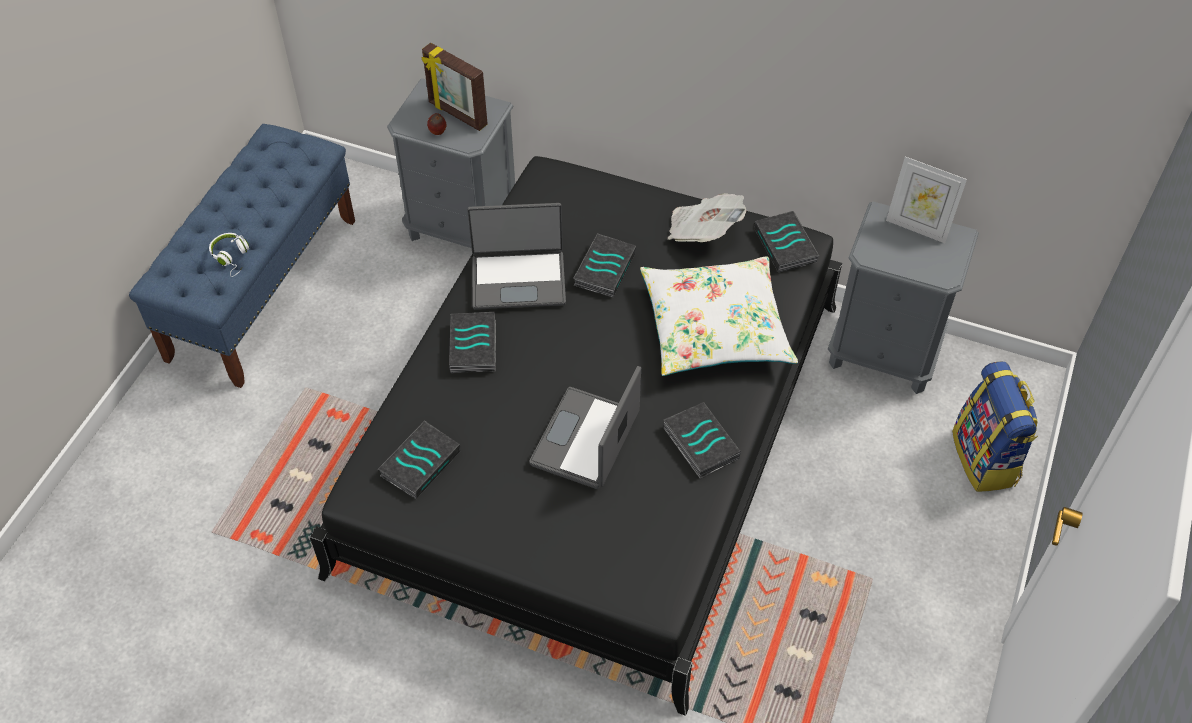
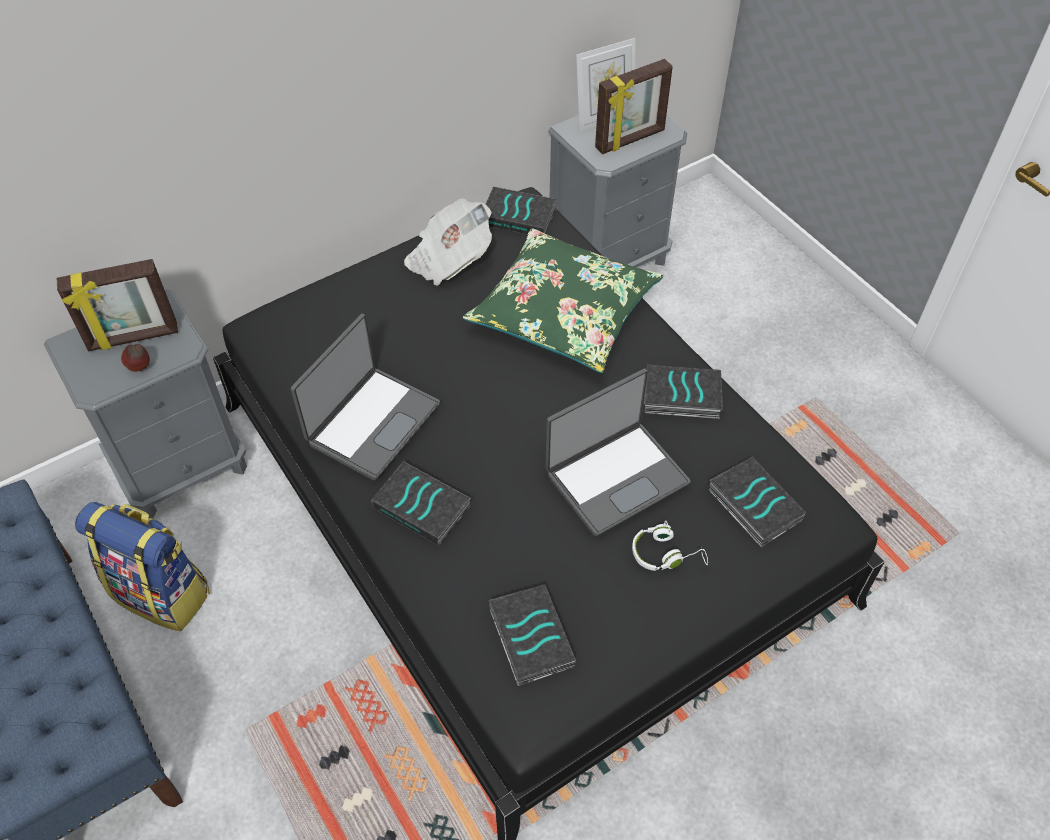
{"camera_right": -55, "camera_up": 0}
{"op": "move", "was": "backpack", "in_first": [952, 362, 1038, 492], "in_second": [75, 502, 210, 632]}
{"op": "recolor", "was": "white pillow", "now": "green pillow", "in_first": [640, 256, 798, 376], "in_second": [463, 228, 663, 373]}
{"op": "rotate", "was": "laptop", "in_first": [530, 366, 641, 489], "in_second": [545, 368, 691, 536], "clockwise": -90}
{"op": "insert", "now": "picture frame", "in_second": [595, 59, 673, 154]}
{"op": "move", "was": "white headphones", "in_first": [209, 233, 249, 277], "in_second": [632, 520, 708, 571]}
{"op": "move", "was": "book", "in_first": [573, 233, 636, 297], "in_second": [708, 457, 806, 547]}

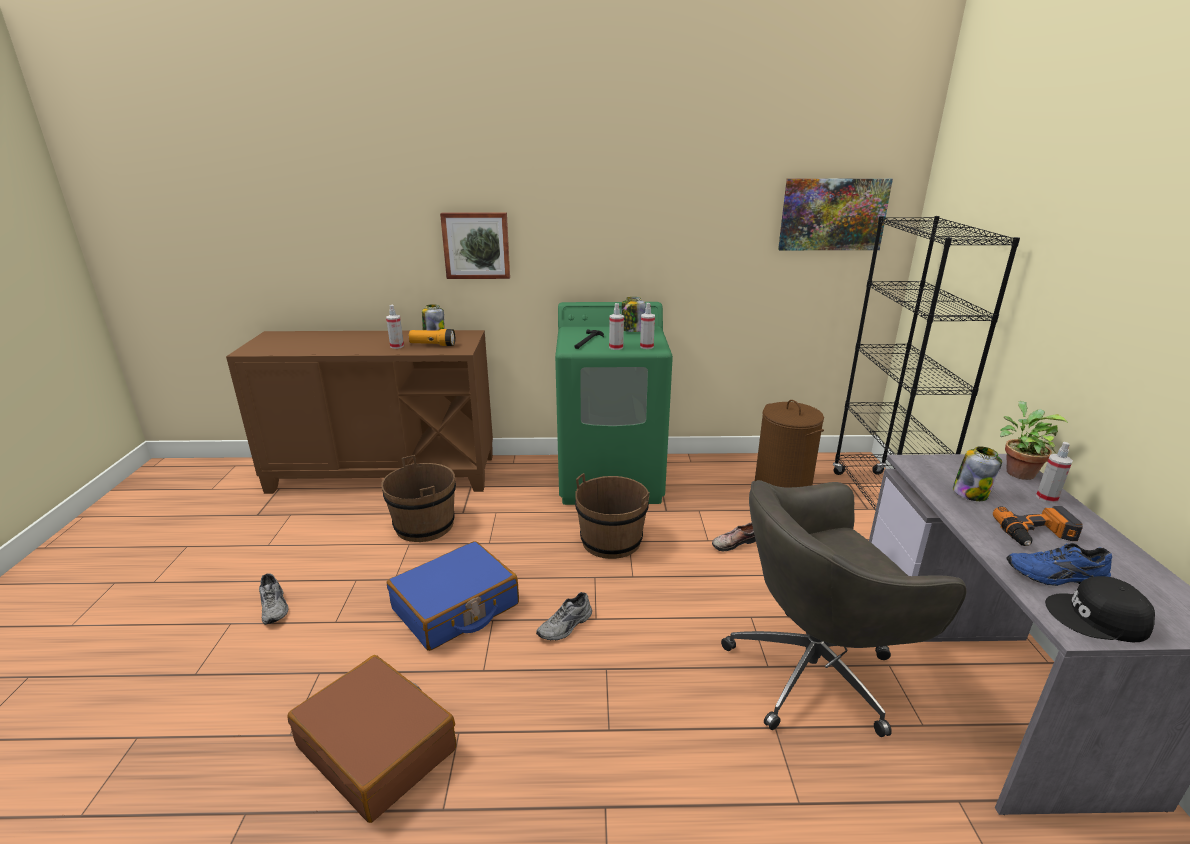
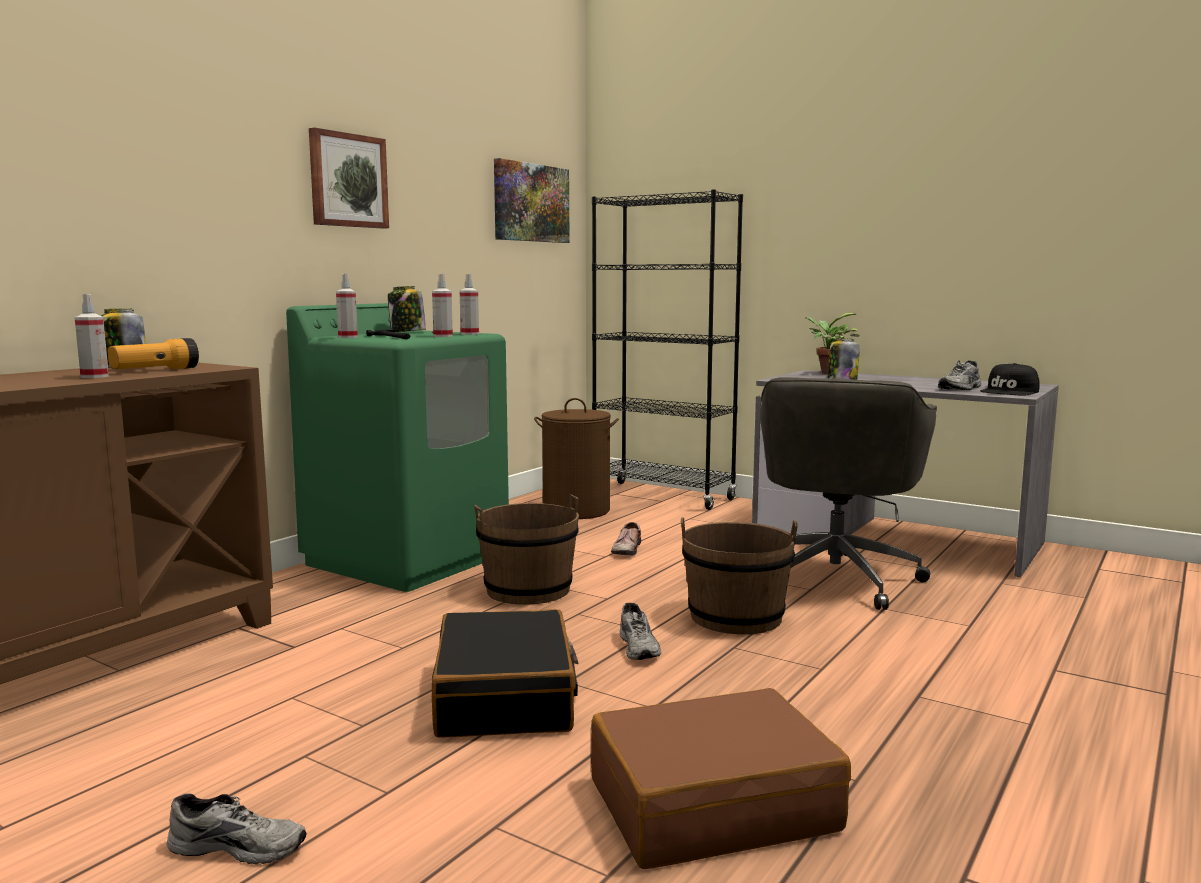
{"camera_right": -55, "camera_up": -15}
{"op": "move", "was": "picture", "in_first": [440, 212, 510, 279], "in_second": [309, 127, 389, 229]}
{"op": "move", "was": "spray bottle", "in_first": [1036, 442, 1073, 503], "in_second": [336, 274, 358, 338]}
{"op": "recolor", "was": "blue suitcase", "now": "black suitcase", "in_first": [387, 541, 519, 651], "in_second": [432, 609, 579, 738]}
{"op": "move", "was": "brown bucket", "in_first": [381, 455, 456, 542], "in_second": [681, 517, 798, 634]}
{"op": "recolor", "was": "blue shoe", "now": "grey shoe", "in_first": [1006, 543, 1112, 586], "in_second": [938, 360, 981, 390]}
{"op": "delete", "was": "power drill", "in_first": [993, 506, 1083, 546]}

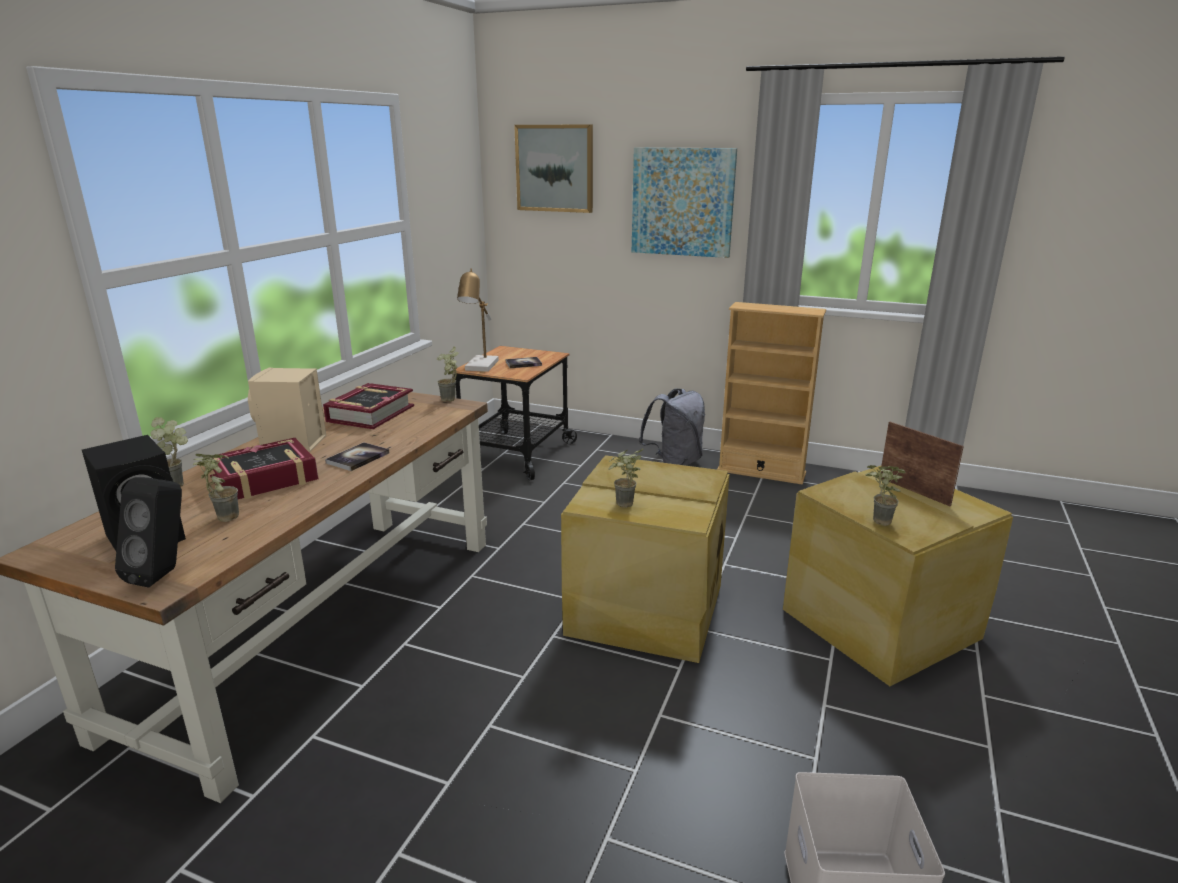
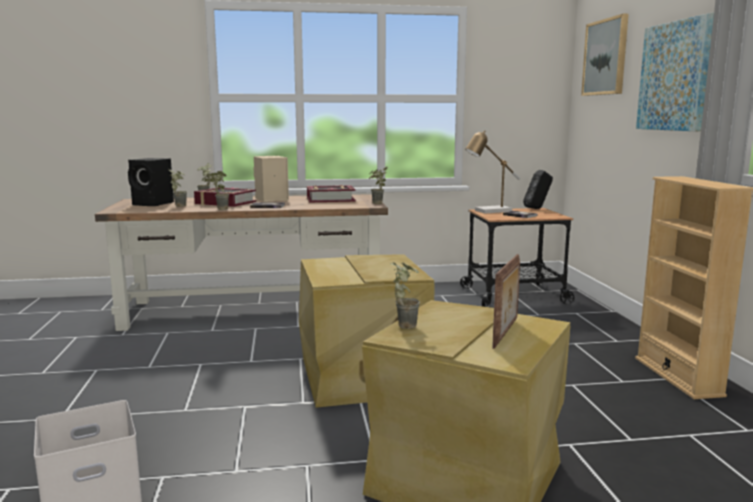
{"camera_right": 60, "camera_up": -10}
{"op": "move", "was": "potted plant", "in_first": [608, 448, 644, 508], "in_second": [209, 171, 229, 210]}
{"op": "move", "was": "black speaker", "in_first": [115, 477, 182, 588], "in_second": [523, 170, 553, 209]}
{"op": "delete", "was": "grey backpack", "in_first": [638, 388, 705, 466]}

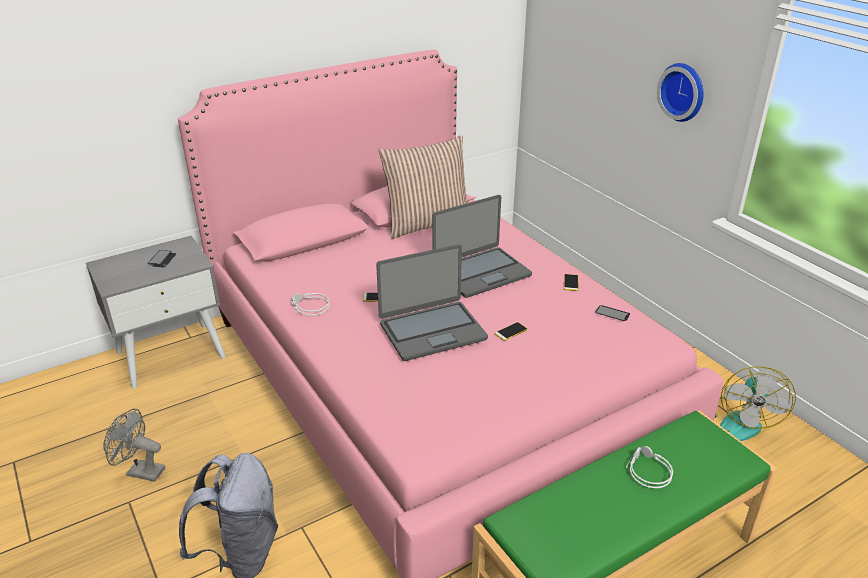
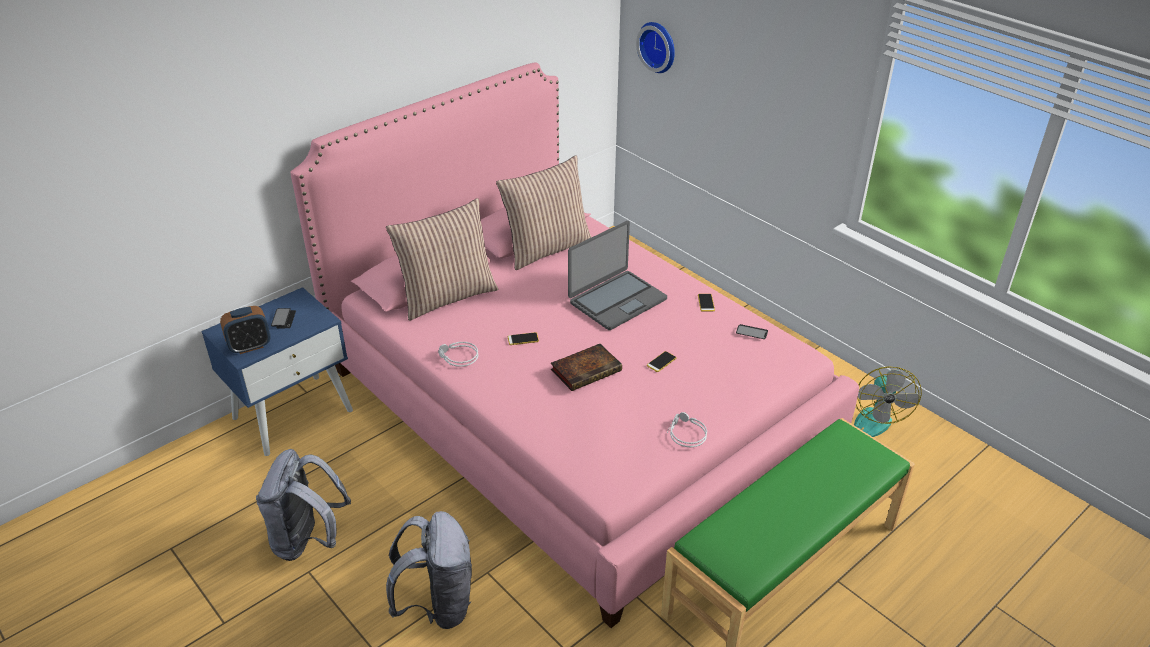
{"camera_right": -10, "camera_up": 5}
{"op": "recolor", "was": "grey nightstand", "now": "blue nightstand", "in_first": [86, 236, 226, 389], "in_second": [201, 287, 353, 456]}
{"op": "insert", "now": "alarm clock", "in_second": [220, 306, 271, 354]}
{"op": "replace", "was": "grey fan", "now": "grey backpack", "in_first": [103, 409, 165, 482], "in_second": [256, 449, 351, 561]}
{"op": "insert", "now": "pillow", "in_second": [386, 198, 498, 321]}
{"op": "replace", "was": "laptop", "now": "book", "in_first": [376, 244, 488, 361], "in_second": [551, 344, 622, 391]}
{"op": "move", "was": "wall clock", "in_first": [657, 63, 704, 122], "in_second": [636, 22, 675, 73]}
{"op": "move", "was": "grey headphones", "in_first": [626, 446, 673, 488], "in_second": [667, 412, 707, 448]}

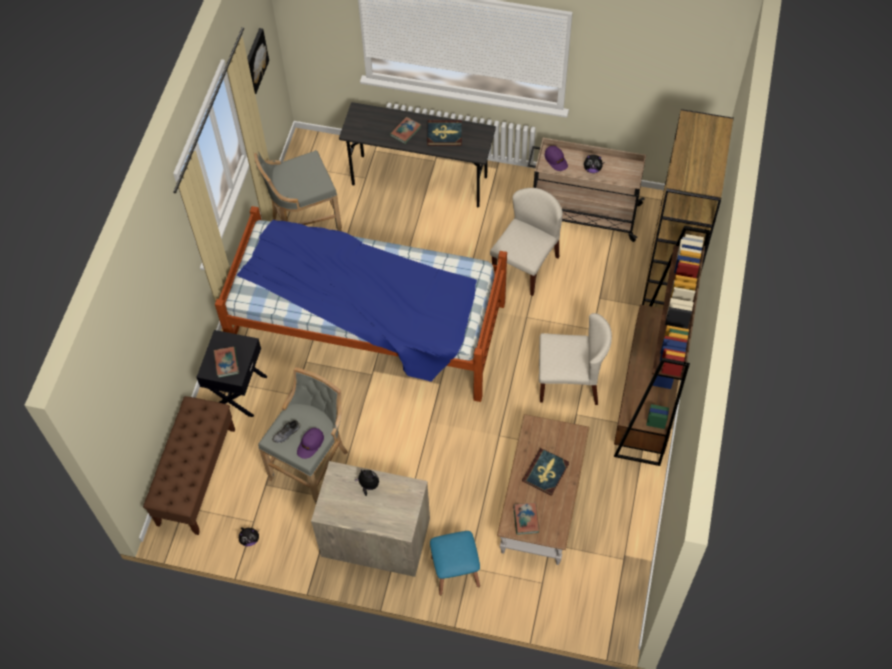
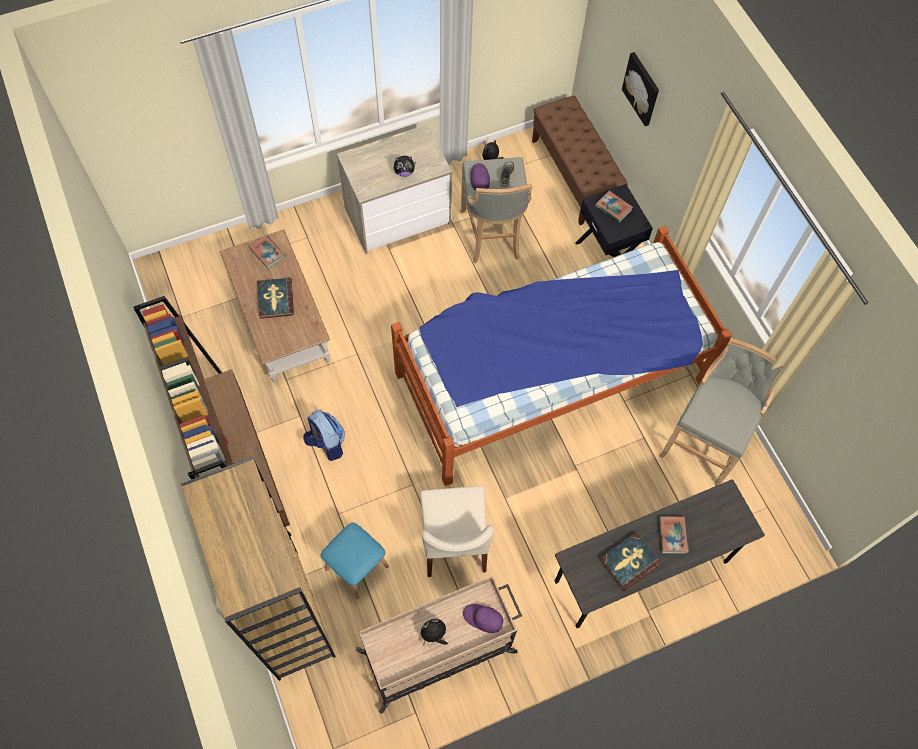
{"camera_right": 140, "camera_up": 5}
{"op": "replace", "was": "beige chair", "now": "backpack", "in_first": [539, 313, 612, 405], "in_second": [303, 410, 345, 461]}
{"op": "move", "was": "blue stool", "in_first": [430, 531, 480, 595], "in_second": [321, 522, 389, 599]}
{"op": "move", "was": "picture", "in_first": [247, 28, 269, 94], "in_second": [622, 52, 659, 126]}

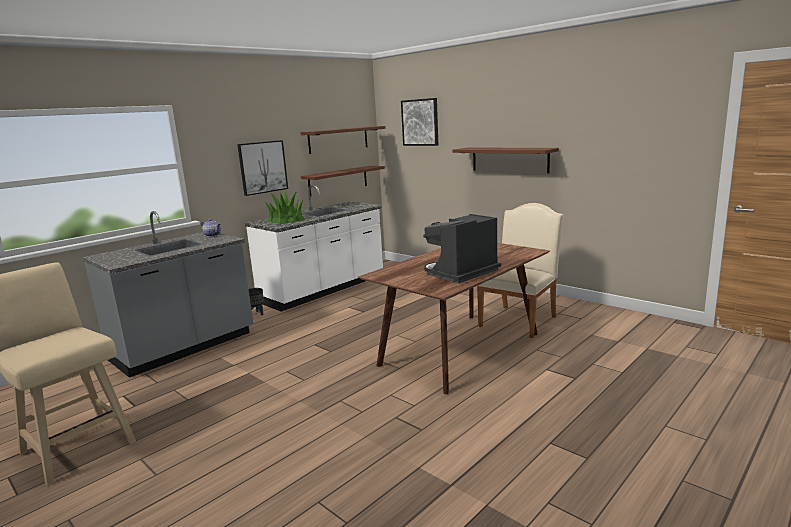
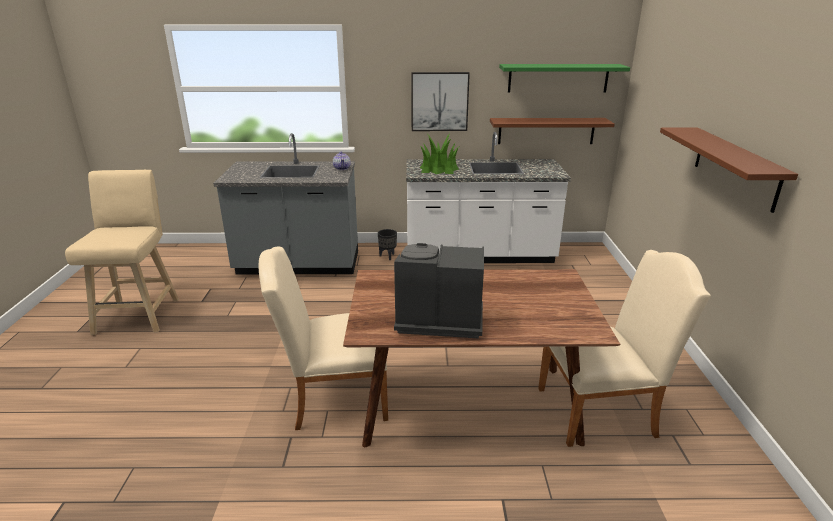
{"camera_right": 45, "camera_up": 10}
{"op": "insert", "now": "beige chair", "in_second": [259, 246, 388, 430]}
{"op": "recolor", "was": "brown shelf", "now": "green shelf", "in_first": [301, 126, 386, 154], "in_second": [499, 64, 630, 93]}
{"op": "delete", "was": "picture", "in_first": [401, 98, 438, 146]}

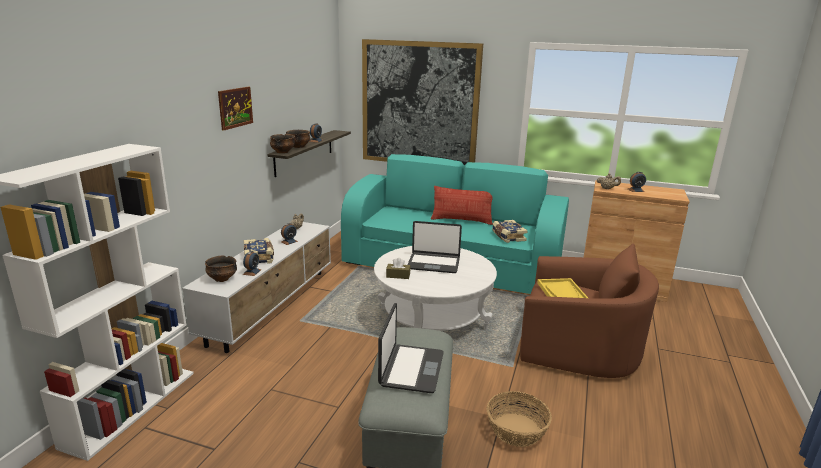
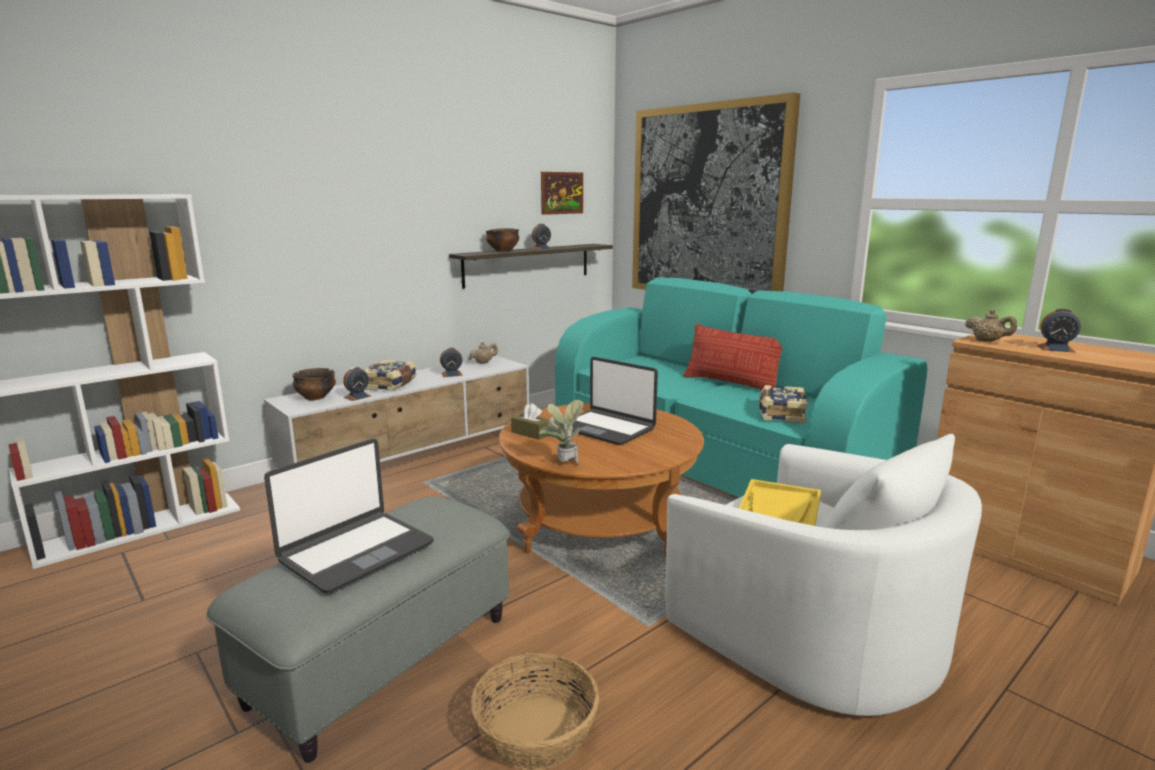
{"camera_right": 30, "camera_up": -5}
{"op": "recolor", "was": "white coffee table", "now": "brown coffee table", "in_first": [374, 246, 497, 331], "in_second": [499, 403, 704, 557]}
{"op": "insert", "now": "potted plant", "in_second": [540, 400, 584, 465]}
{"op": "move", "was": "picture", "in_first": [218, 87, 253, 131], "in_second": [541, 172, 583, 215]}
{"op": "recolor", "was": "brown armchair", "now": "white armchair", "in_first": [520, 243, 659, 378], "in_second": [666, 434, 982, 716]}
{"op": "delete", "was": "bowl", "in_first": [270, 134, 295, 153]}

